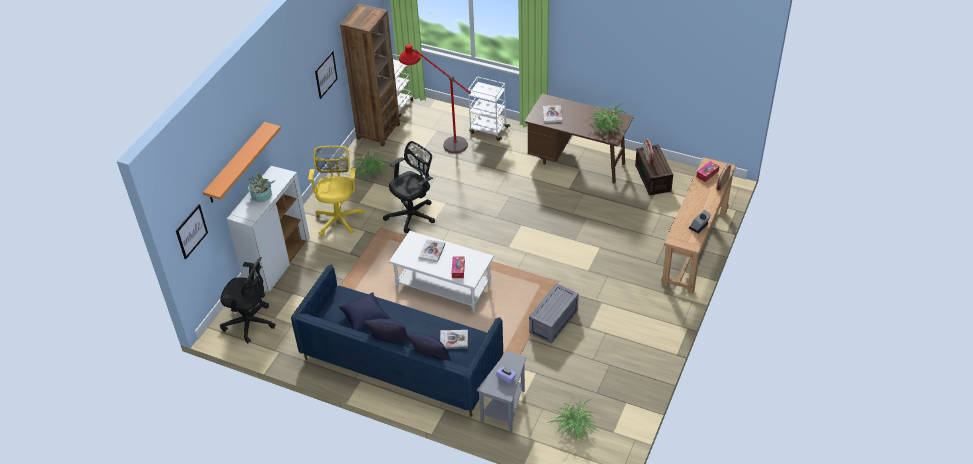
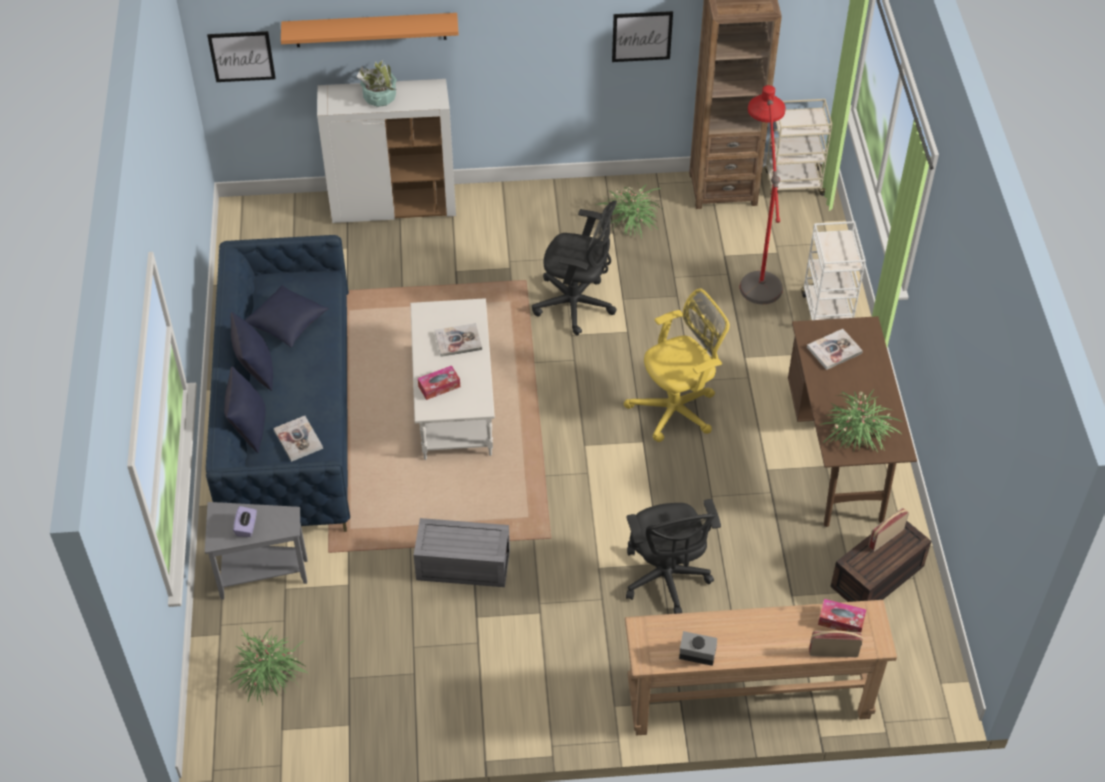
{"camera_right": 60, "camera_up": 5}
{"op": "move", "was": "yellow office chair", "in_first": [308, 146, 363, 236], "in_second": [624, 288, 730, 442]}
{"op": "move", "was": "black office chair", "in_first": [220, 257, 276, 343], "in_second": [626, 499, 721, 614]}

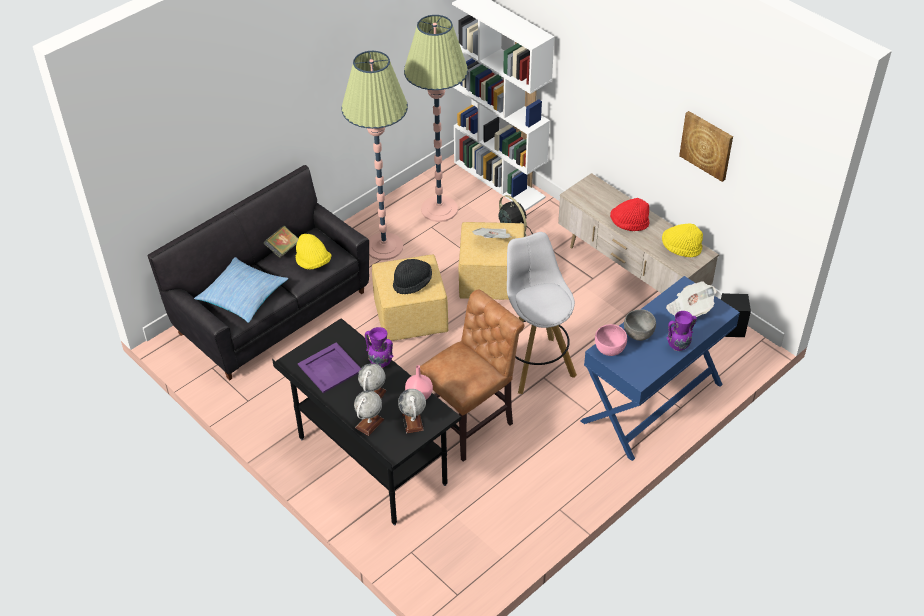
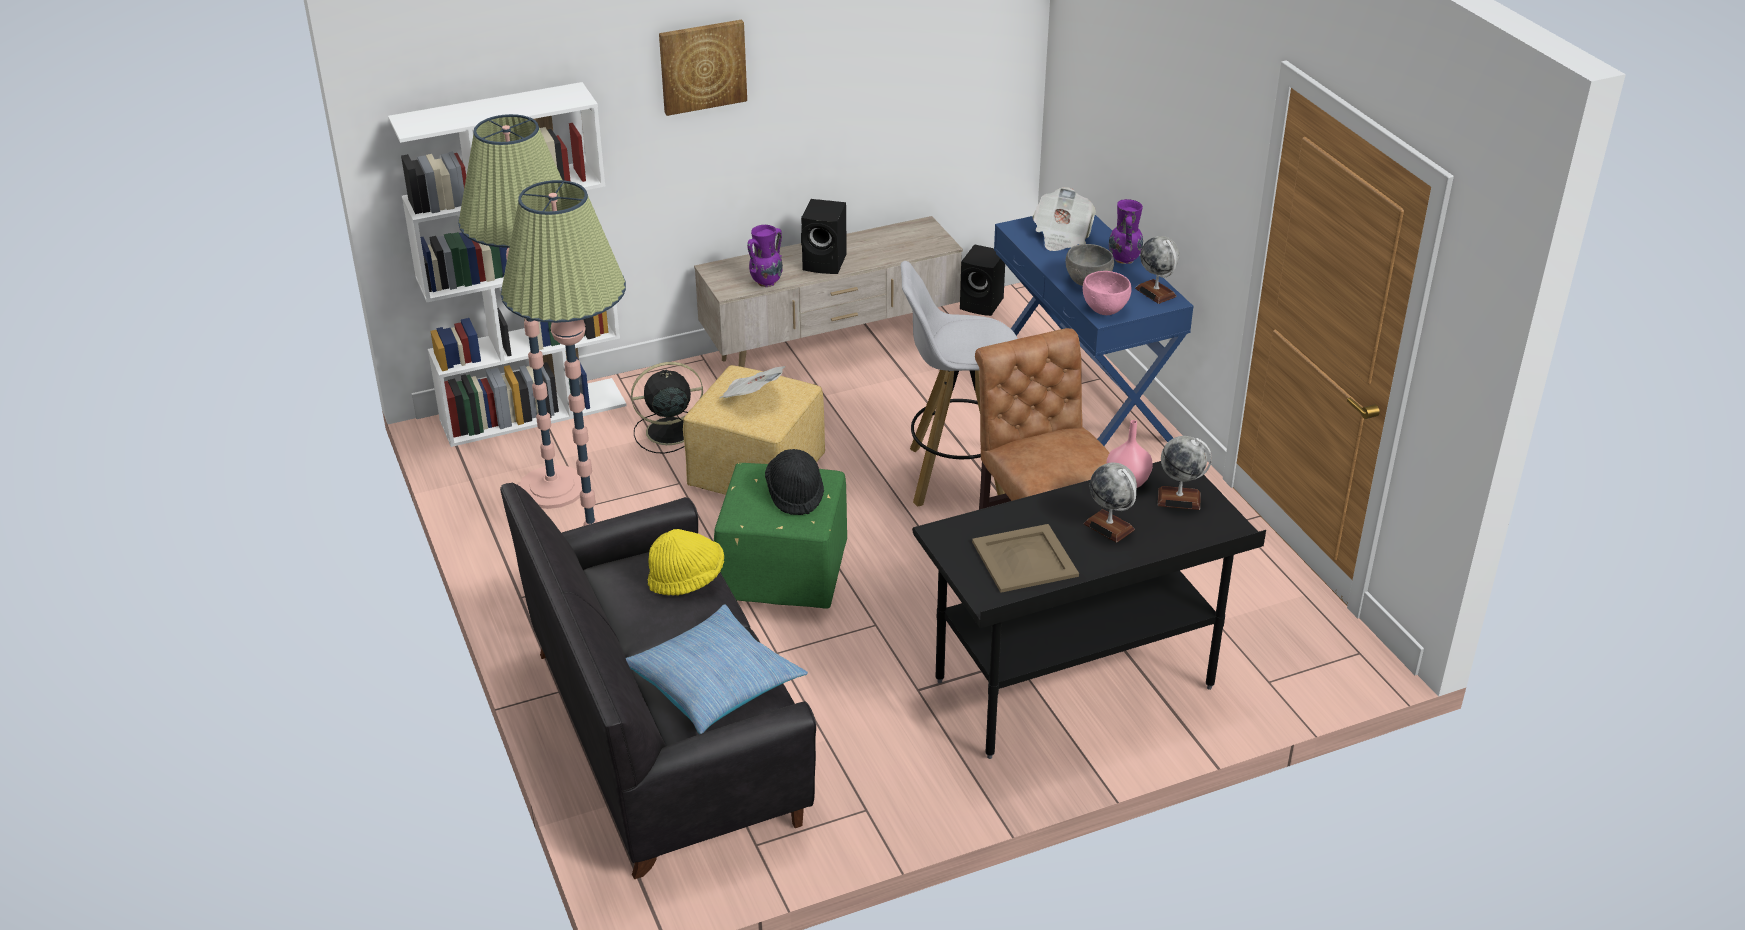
{"camera_right": -70, "camera_up": -10}
{"op": "move", "was": "picture", "in_first": [679, 111, 733, 182], "in_second": [659, 20, 747, 116]}
{"op": "recolor", "was": "yellow ottoman", "now": "green ottoman", "in_first": [372, 254, 448, 341], "in_second": [714, 463, 847, 609]}
{"op": "move", "was": "purple vase", "in_first": [365, 327, 393, 368], "in_second": [747, 225, 783, 287]}
{"op": "replace", "was": "red hat", "now": "black speaker", "in_first": [610, 198, 649, 231], "in_second": [801, 199, 847, 274]}
{"op": "recolor", "was": "purple tray", "now": "beige tray", "in_first": [298, 342, 361, 393], "in_second": [972, 524, 1079, 593]}
{"op": "move", "was": "globe", "in_first": [354, 390, 384, 436], "in_second": [1135, 236, 1179, 304]}
{"op": "delete", "was": "book", "in_first": [264, 225, 299, 258]}
{"op": "delete", "was": "yellow hat", "in_first": [662, 223, 703, 257]}

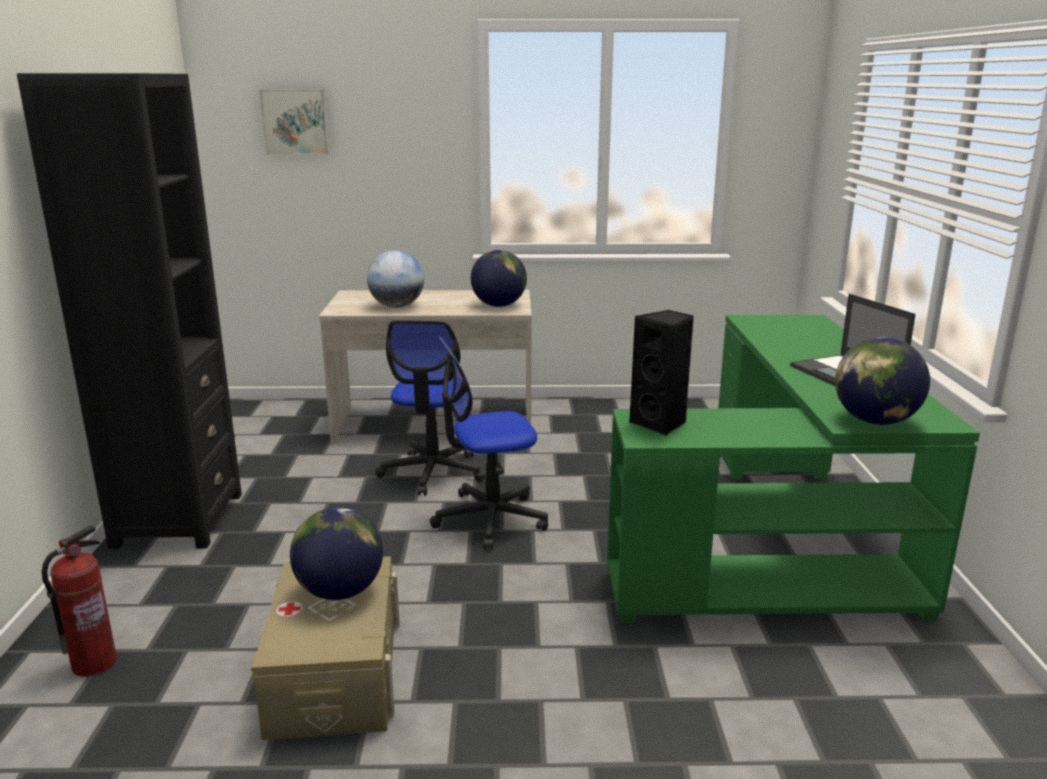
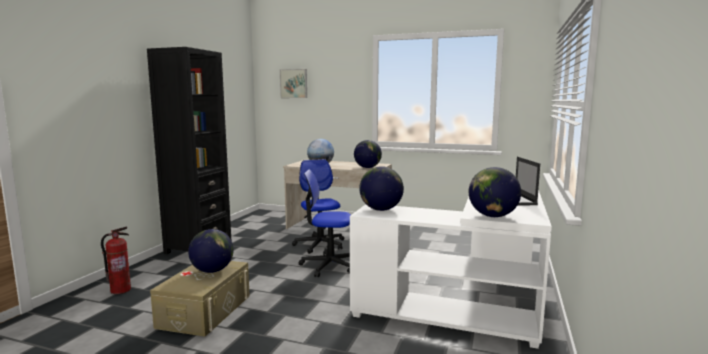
{"camera_right": 20, "camera_up": -10}
{"op": "rotate", "was": "office chair", "in_first": [376, 320, 485, 496], "in_second": [292, 159, 344, 254], "clockwise": 135}
{"op": "recolor", "was": "green desk", "now": "white desk", "in_first": [607, 315, 980, 623], "in_second": [350, 190, 552, 349]}
{"op": "replace", "was": "black speaker", "now": "globe", "in_first": [629, 310, 694, 435], "in_second": [359, 166, 404, 211]}

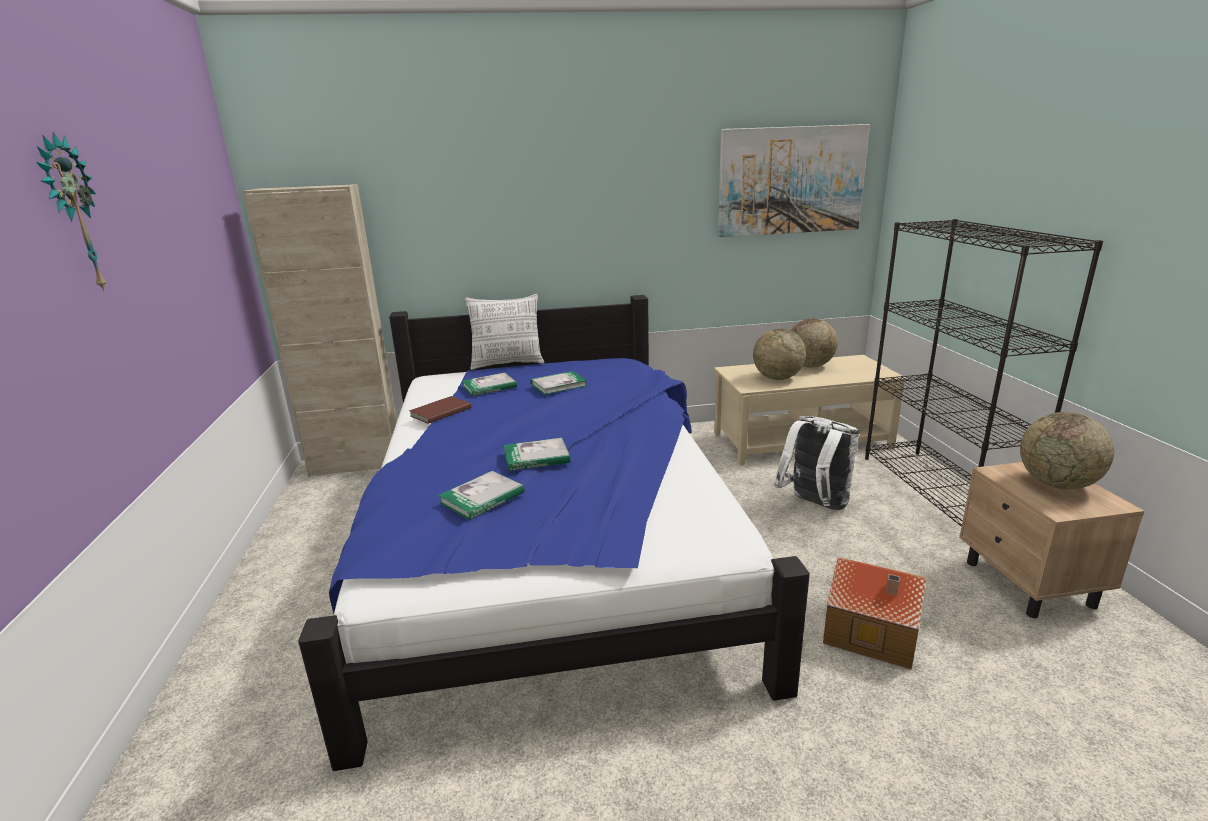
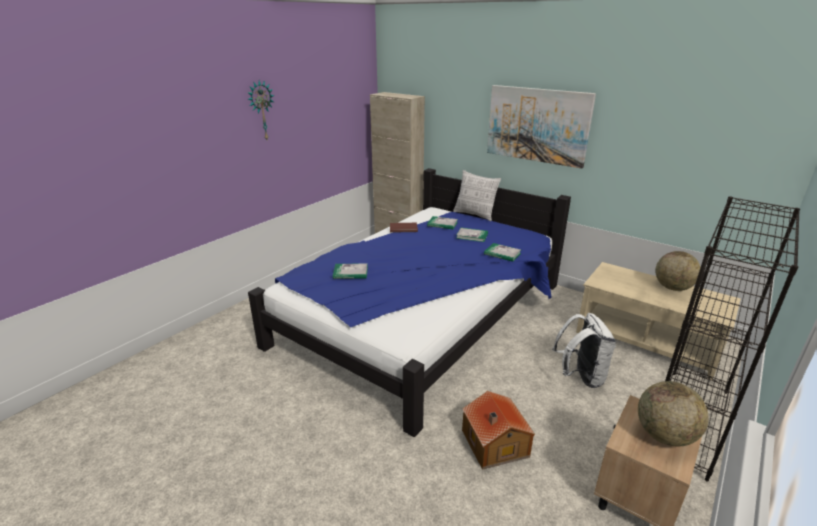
{"camera_right": 45, "camera_up": 5}
{"op": "move", "was": "book", "in_first": [504, 438, 570, 471], "in_second": [484, 243, 521, 262]}
{"op": "move", "was": "picture", "in_first": [718, 124, 870, 237], "in_second": [487, 85, 596, 169]}
{"op": "delete", "was": "globe", "in_first": [753, 329, 806, 380]}

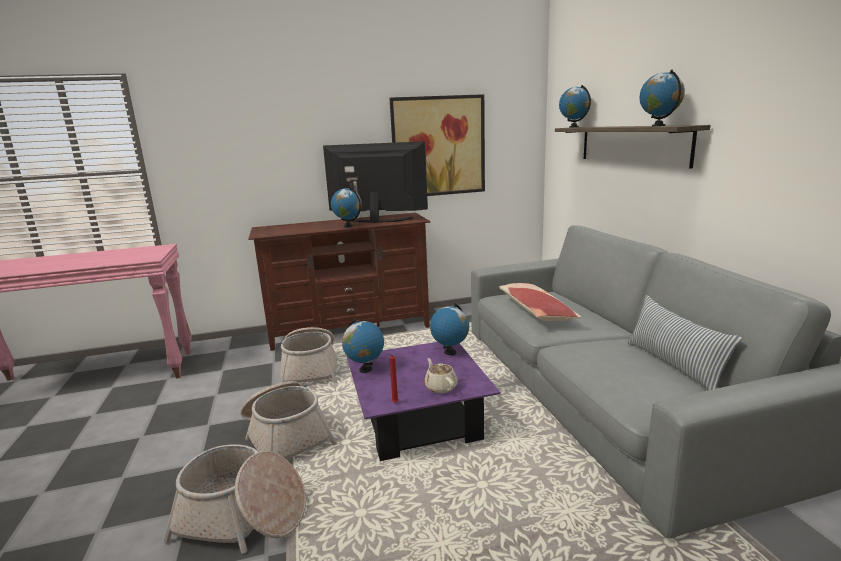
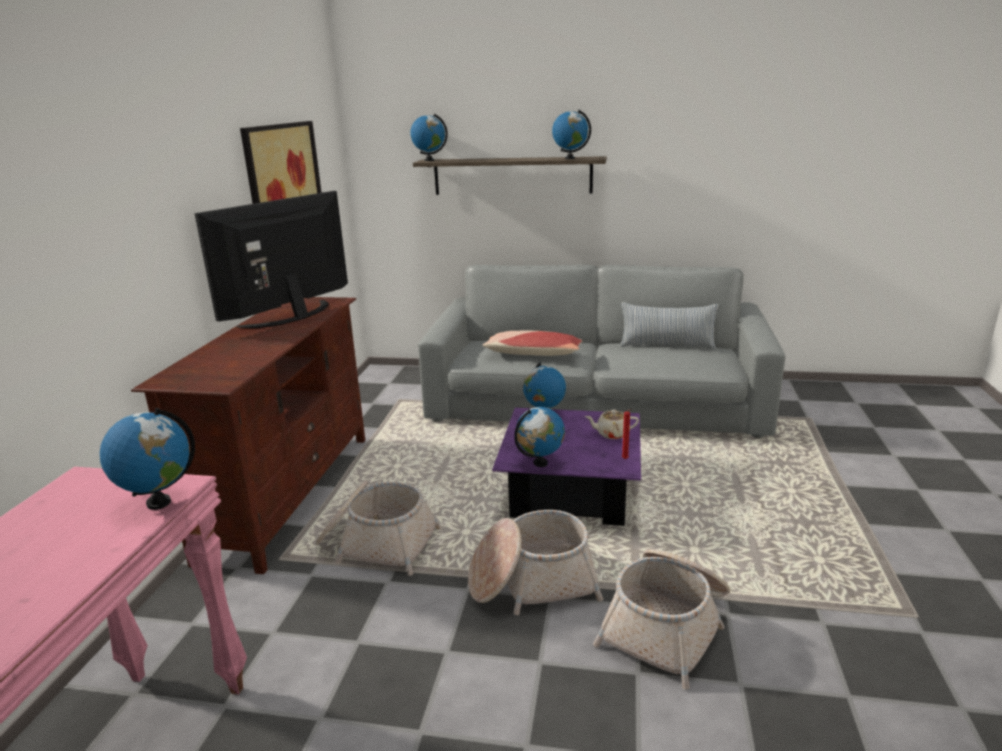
{"camera_right": -65, "camera_up": 5}
{"op": "move", "was": "globe", "in_first": [331, 187, 362, 227], "in_second": [100, 408, 195, 510]}

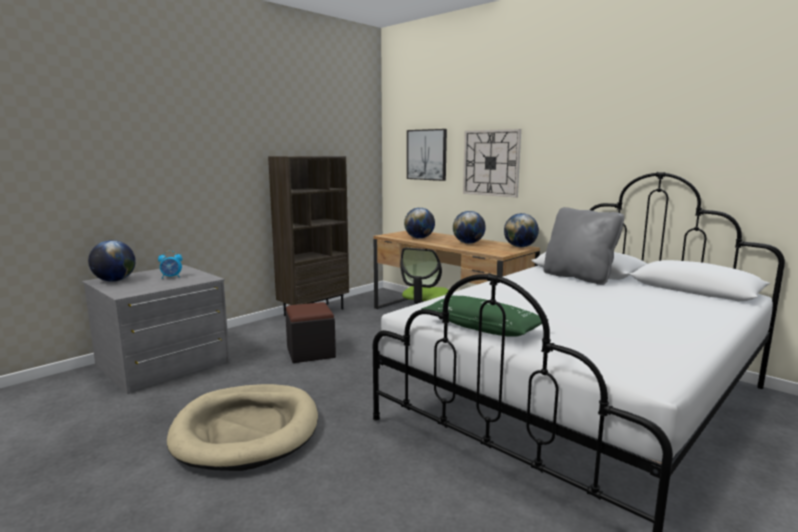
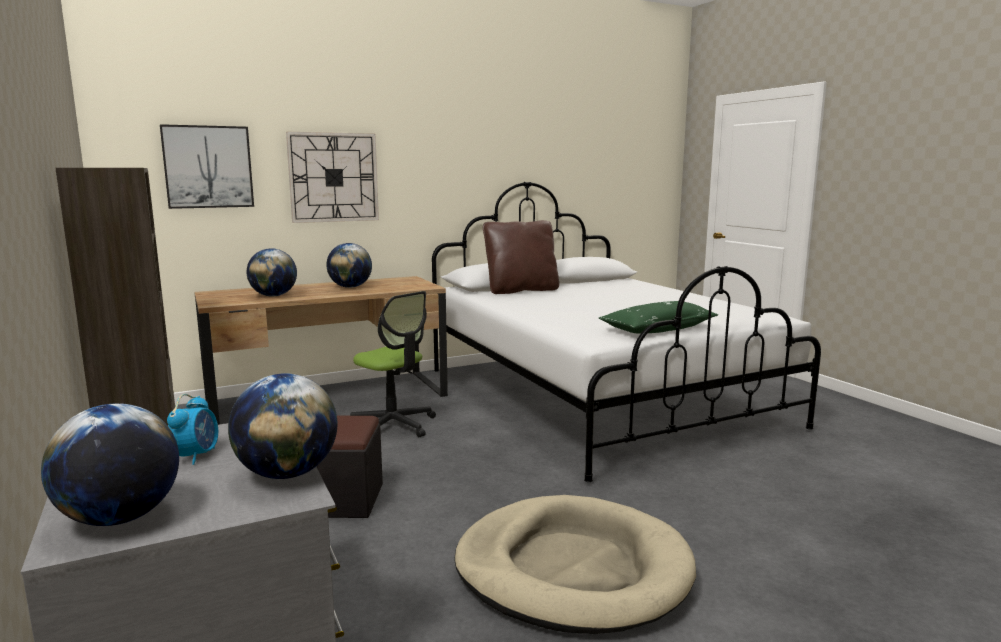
{"camera_right": -70, "camera_up": 0}
{"op": "move", "was": "globe", "in_first": [504, 213, 539, 247], "in_second": [228, 373, 337, 479]}
{"op": "recolor", "was": "grey pillow", "now": "brown pillow", "in_first": [544, 207, 624, 285], "in_second": [483, 220, 559, 294]}

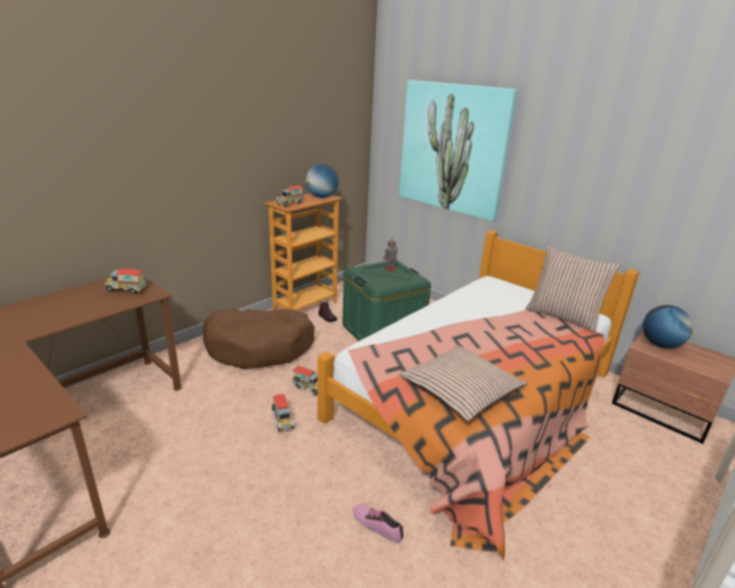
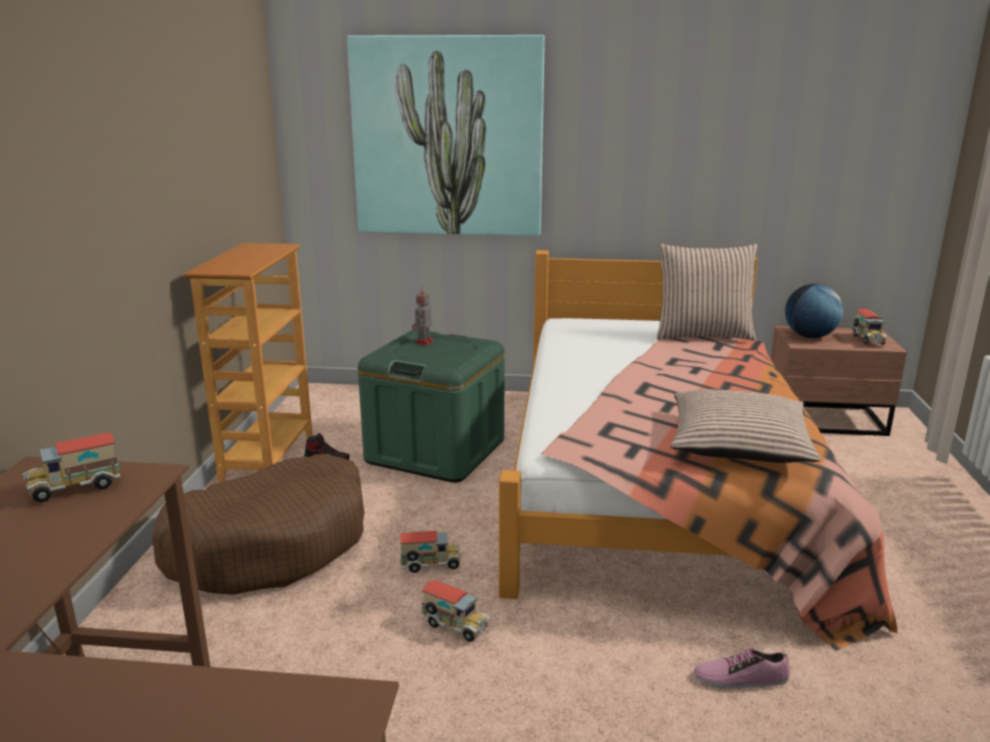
{"camera_right": -35, "camera_up": -5}
{"op": "move", "was": "toy truck", "in_first": [275, 185, 304, 207], "in_second": [850, 309, 887, 345]}
{"op": "delete", "was": "globe", "in_first": [305, 164, 339, 198]}

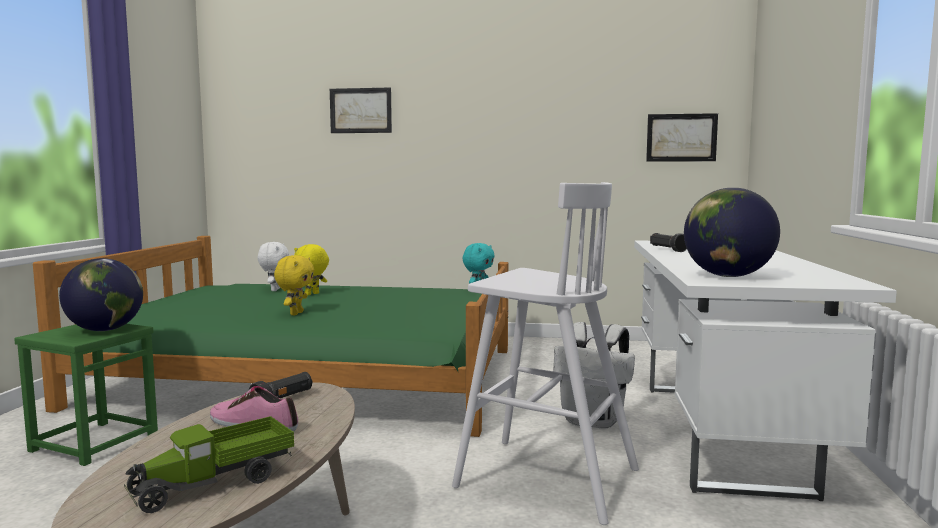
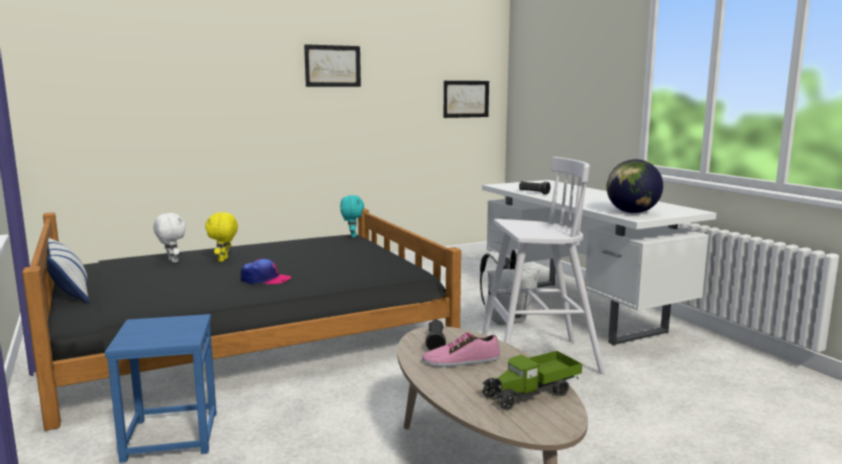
{"camera_right": -35, "camera_up": 5}
{"op": "recolor", "was": "green bed", "now": "black bed", "in_first": [33, 236, 509, 437], "in_second": [22, 208, 461, 431]}
{"op": "insert", "now": "pillow", "in_second": [46, 238, 89, 304]}
{"op": "recolor", "was": "green stool", "now": "blue stool", "in_first": [14, 324, 158, 466], "in_second": [105, 314, 217, 463]}
{"op": "replace", "was": "yellow plush toy", "now": "cap", "in_first": [274, 255, 314, 315], "in_second": [241, 259, 291, 285]}
{"op": "move", "was": "picture", "in_first": [330, 87, 392, 133], "in_second": [304, 44, 361, 87]}
{"op": "rotate", "was": "toy truck", "in_first": [124, 416, 294, 513], "in_second": [481, 351, 582, 410], "clockwise": 45}
{"op": "delete", "was": "globe", "in_first": [59, 258, 143, 331]}

